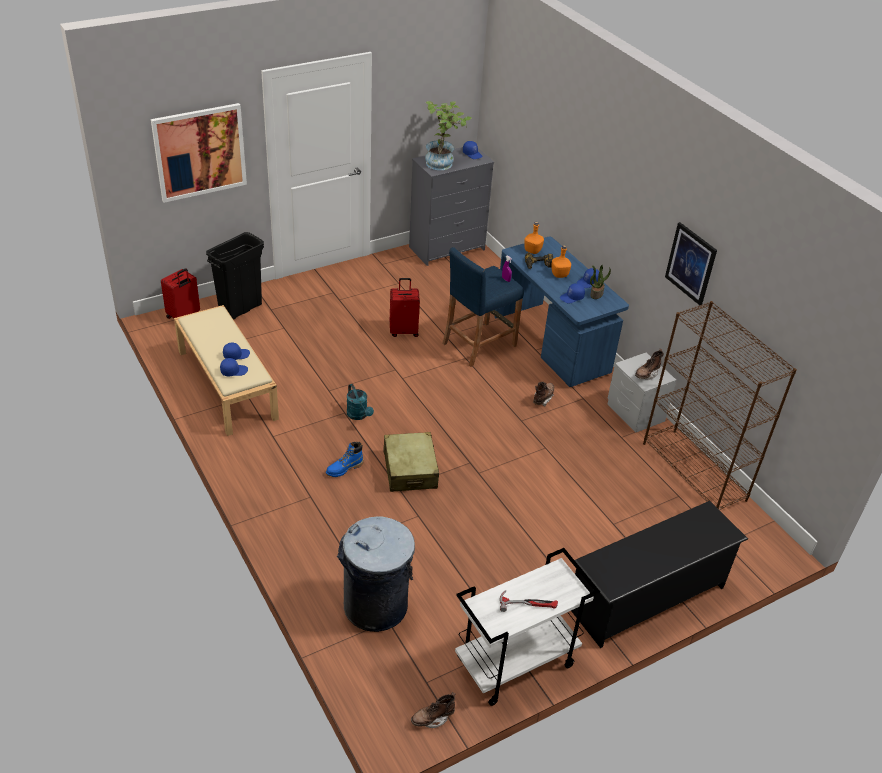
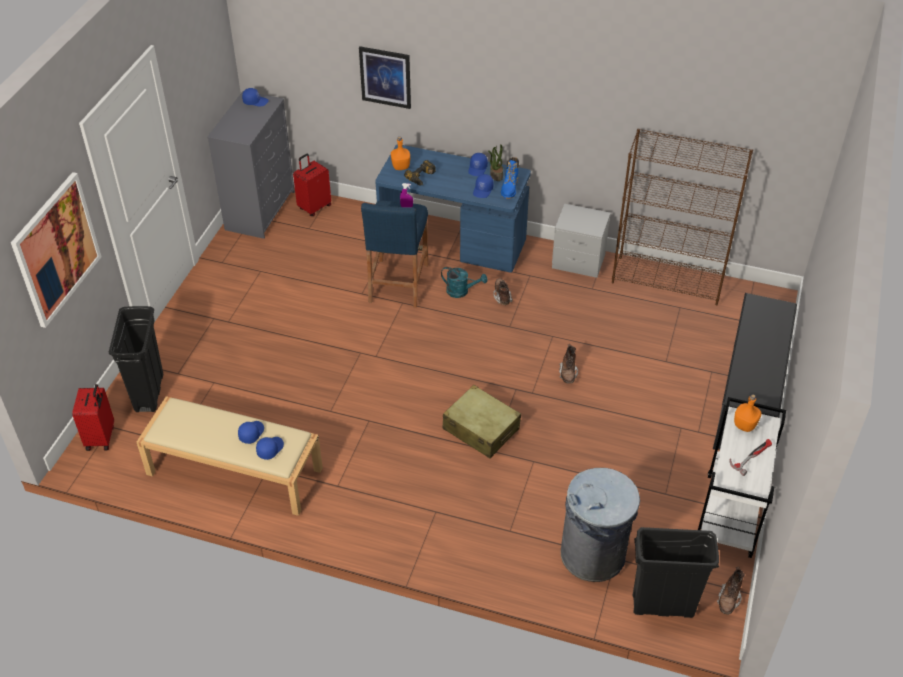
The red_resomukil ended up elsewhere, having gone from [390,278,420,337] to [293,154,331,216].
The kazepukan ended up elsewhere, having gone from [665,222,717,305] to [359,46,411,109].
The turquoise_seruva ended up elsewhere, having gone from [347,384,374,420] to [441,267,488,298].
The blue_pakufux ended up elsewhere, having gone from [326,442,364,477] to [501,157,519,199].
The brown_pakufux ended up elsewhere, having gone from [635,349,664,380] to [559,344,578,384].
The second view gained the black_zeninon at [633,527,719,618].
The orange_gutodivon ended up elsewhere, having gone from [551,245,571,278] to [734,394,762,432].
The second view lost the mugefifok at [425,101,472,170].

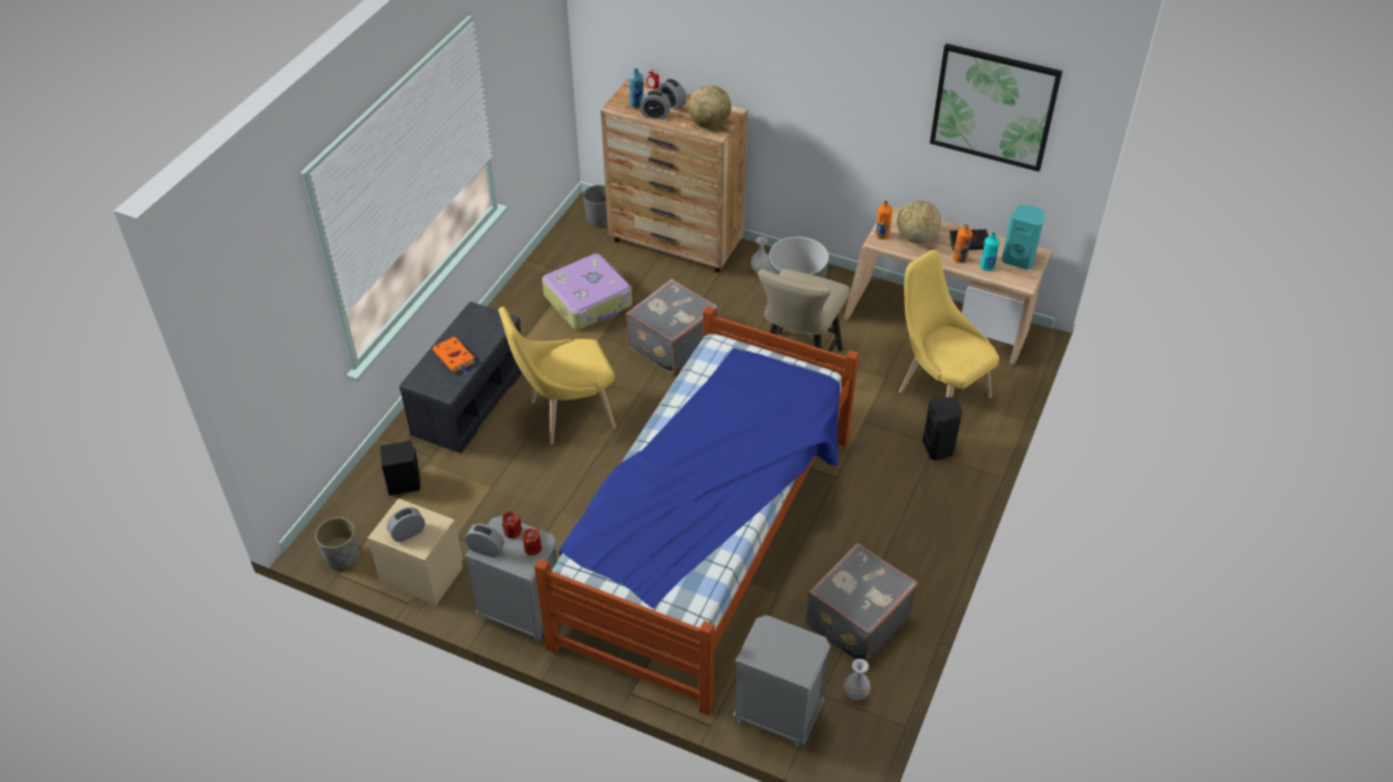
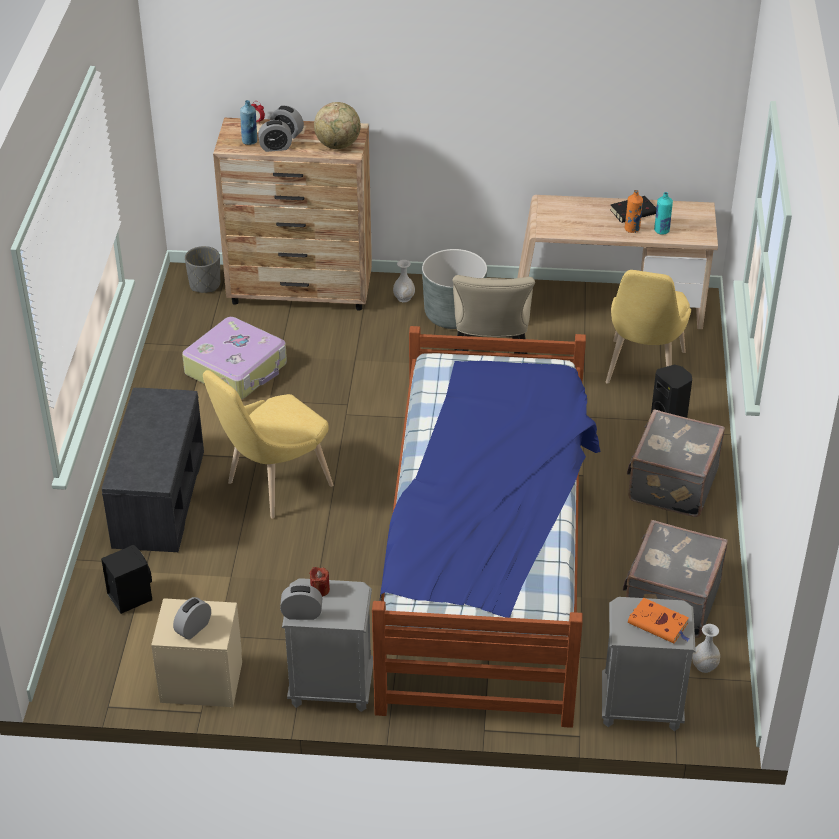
The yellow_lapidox at [899,250,999,398] ended up facing another way, 105 degrees counterclockwise from before.
The grey_resomukil ended up elsewhere, having gone from [626,279,718,374] to [627,410,725,517].
The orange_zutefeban ended up elsewhere, having gone from [433,336,475,374] to [628,598,689,643].
The second view lost the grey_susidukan at [315,517,359,570].
The second view lost the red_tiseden at [522,528,542,555].
The second view lost the orange_gutodivon at [876,201,892,239].
The second view lost the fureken at [897,200,941,243].
The second view lost the kazepukan at [930,44,1062,172].
The second view lost the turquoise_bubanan at [1002,205,1045,270].

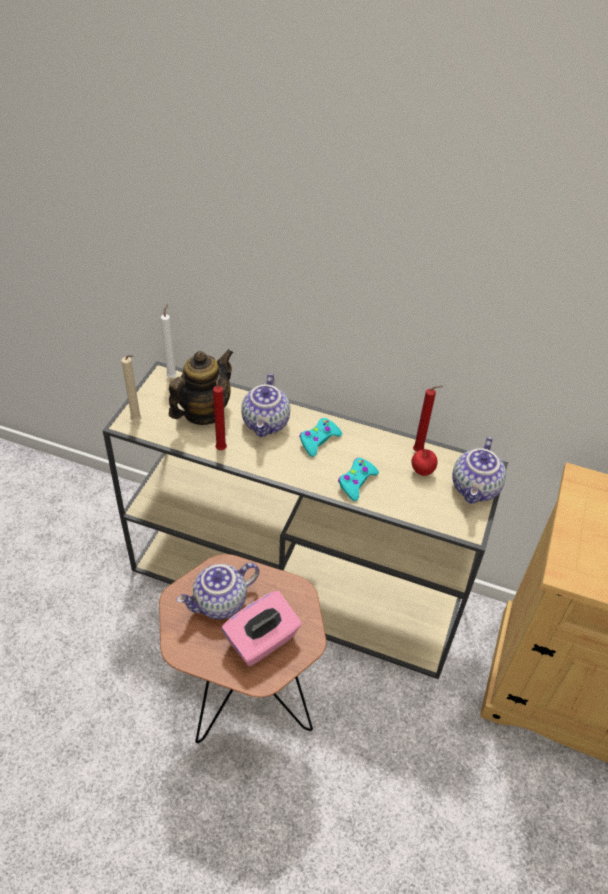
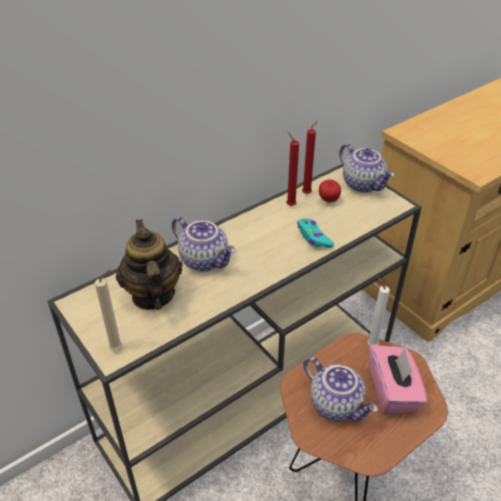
The red_tiseden ended up elsewhere, having gone from [213,374,227,450] to [286,132,299,206].
The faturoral at [177,562,259,619] ended up facing another way, 45 degrees counterclockwise from before.
The white_tiseden ended up elsewhere, having gone from [161,304,177,378] to [367,277,390,346].
The second view lost the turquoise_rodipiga at [299,418,342,457].

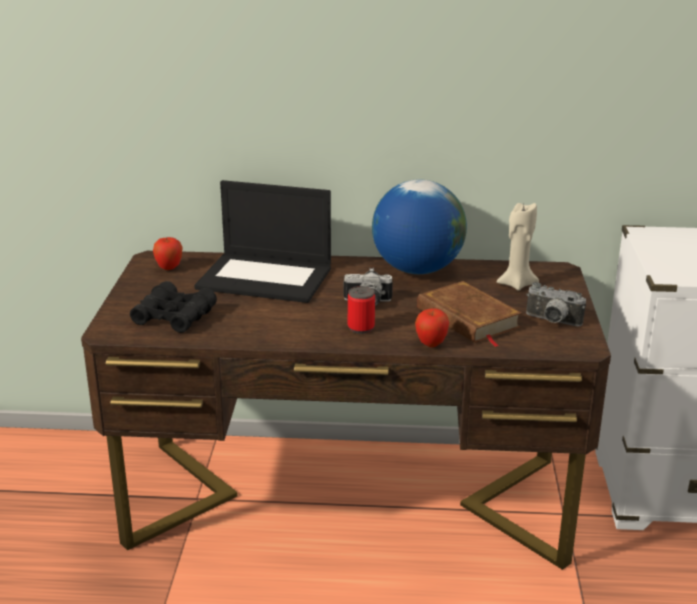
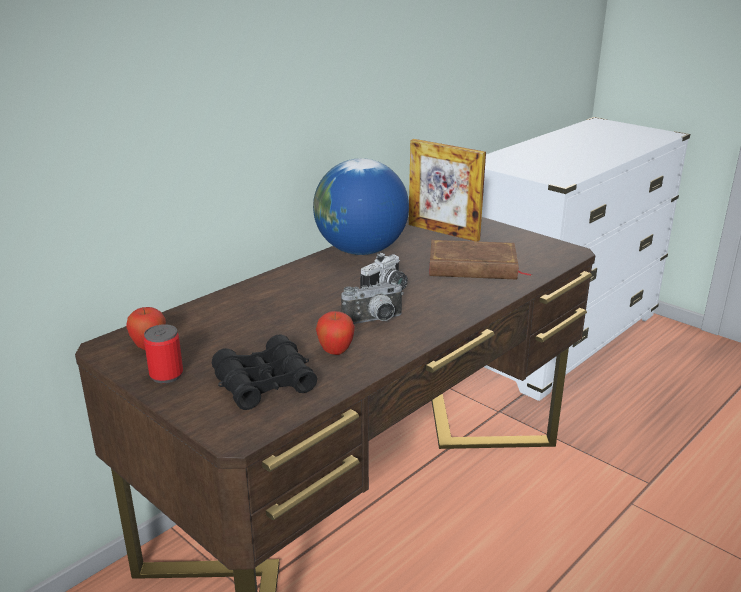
The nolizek ended up elsewhere, having gone from [348,286,375,334] to [144,324,183,383].
The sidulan ended up elsewhere, having gone from [415,308,449,347] to [316,311,355,355].
The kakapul ended up elsewhere, having gone from [526,282,586,326] to [341,281,404,324].
Where the beige_tiseden stood at [496,203,539,291], the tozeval came to stand at [408,139,486,241].
The second view lost the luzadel at [194,180,331,303].

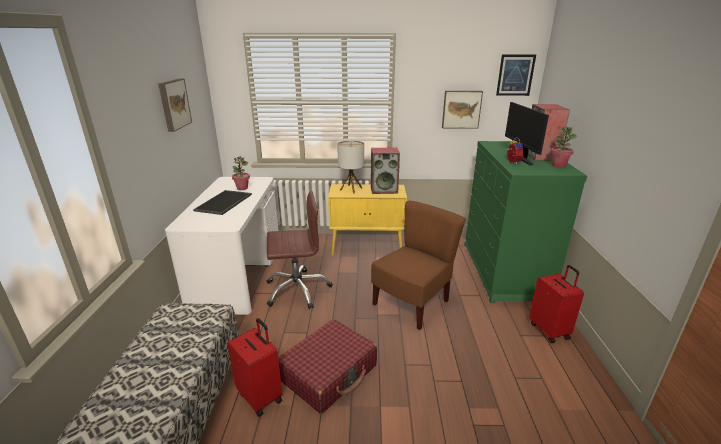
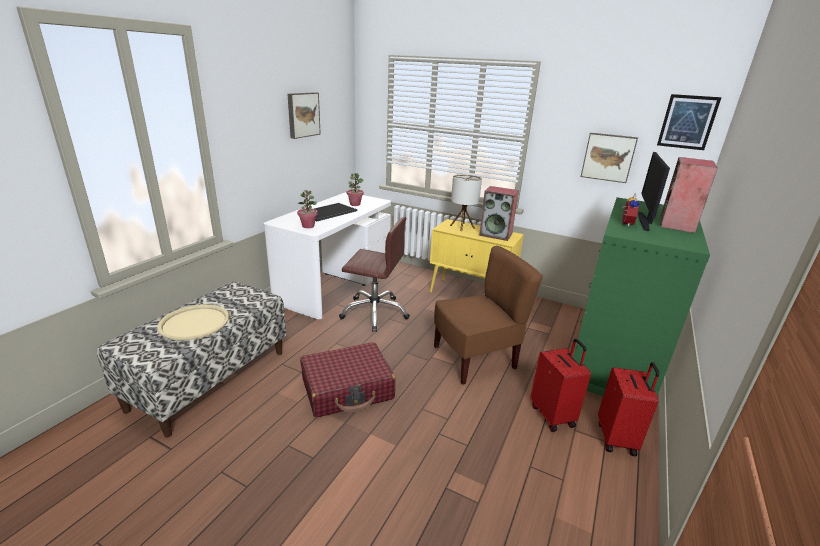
The second view gained the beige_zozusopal at [157,304,229,341].
The mugefifok ended up elsewhere, having gone from [551,127,577,167] to [297,190,318,228].
The red_resomukil ended up elsewhere, having gone from [227,318,282,417] to [530,339,591,432].

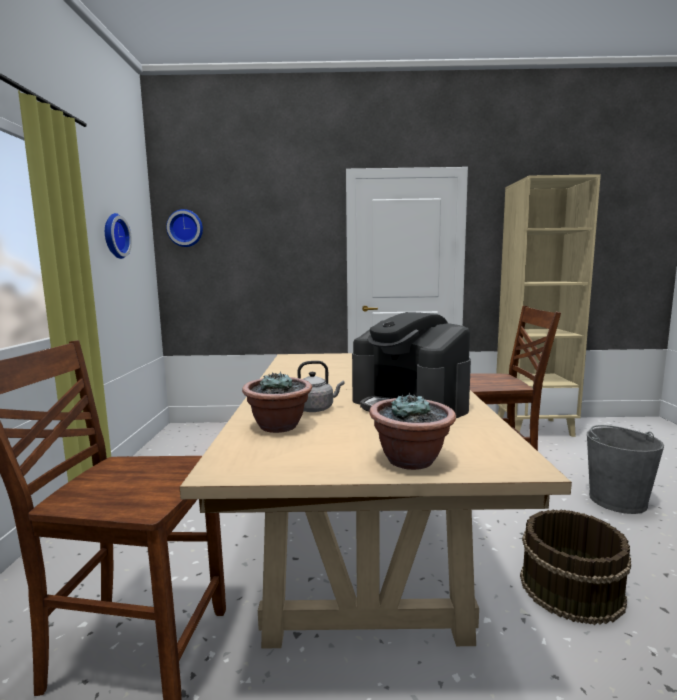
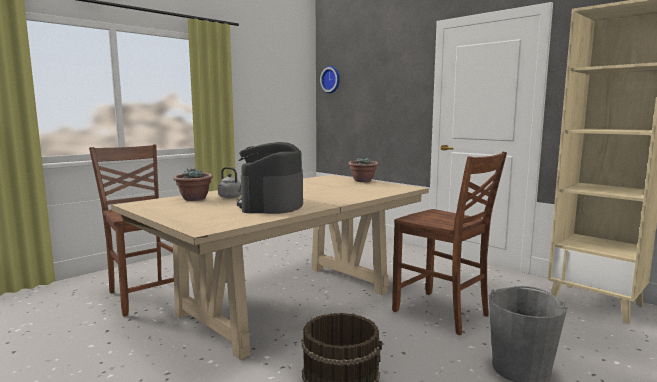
The mugefifok ended up elsewhere, having gone from [369,393,456,470] to [348,157,378,182].
The second view lost the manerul at [105,213,132,259].

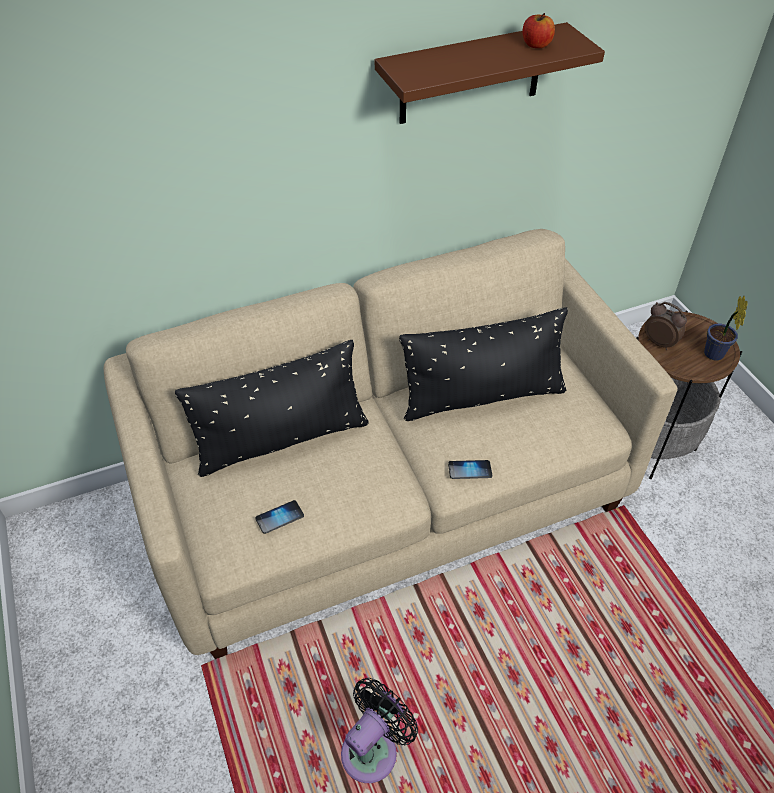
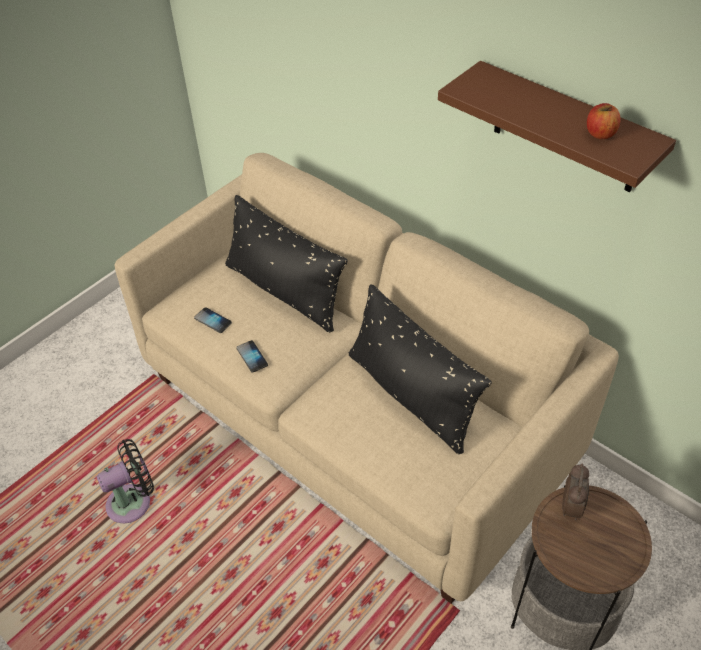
The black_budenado at [341,678,418,783] ended up facing another way, 45 degrees counterclockwise from before.
The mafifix ended up elsewhere, having gone from [448,460,492,479] to [236,340,268,373].
The second view lost the mugefifok at [704,296,748,361].

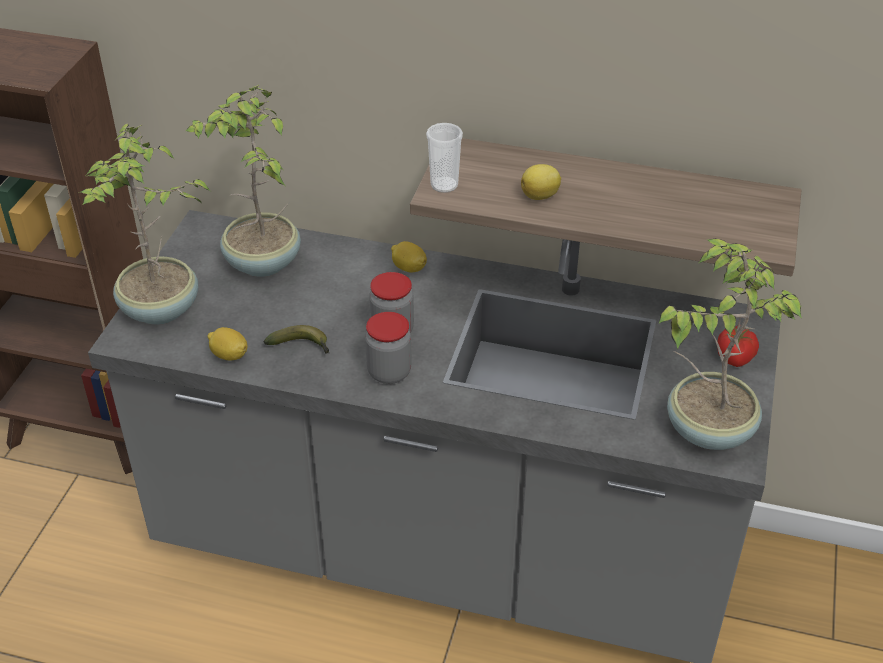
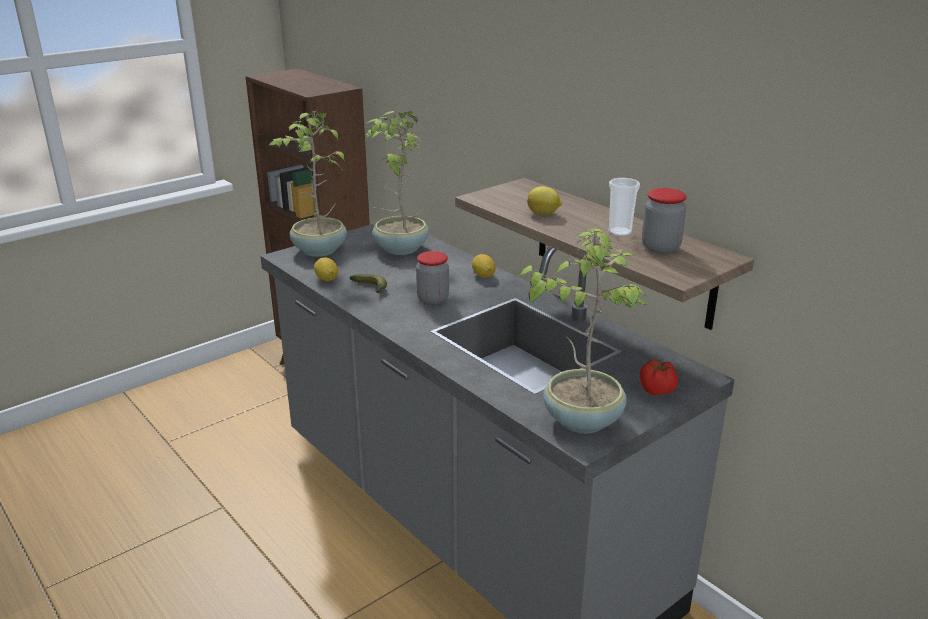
The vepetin ended up elsewhere, having gone from [426,123,463,193] to [609,178,640,237].
The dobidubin ended up elsewhere, having gone from [365,312,412,384] to [642,188,686,253].

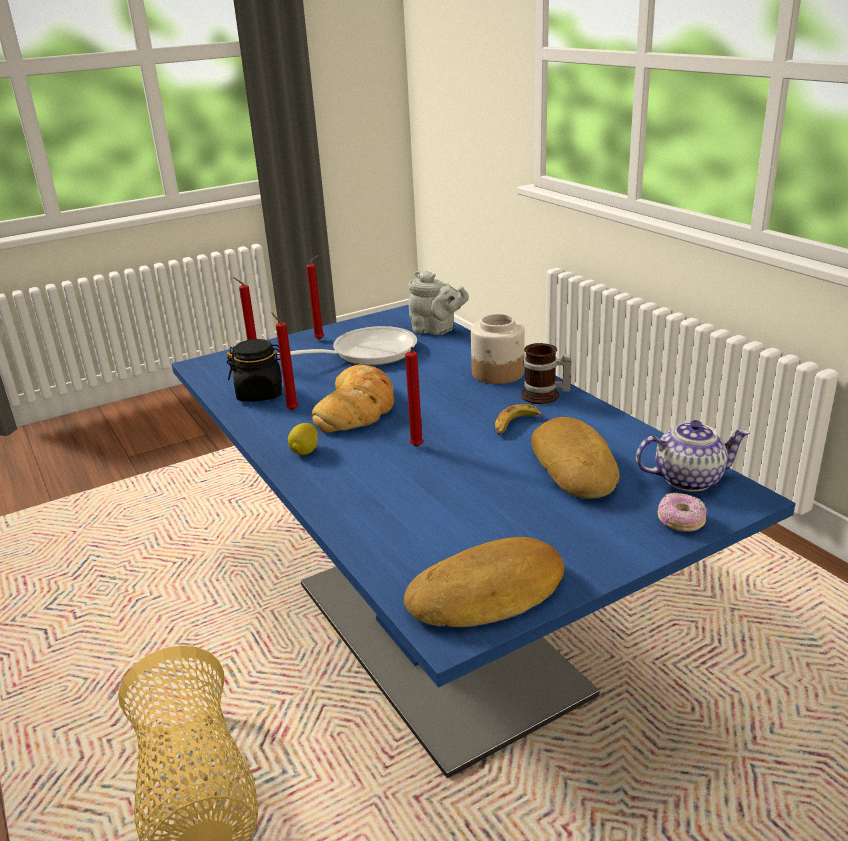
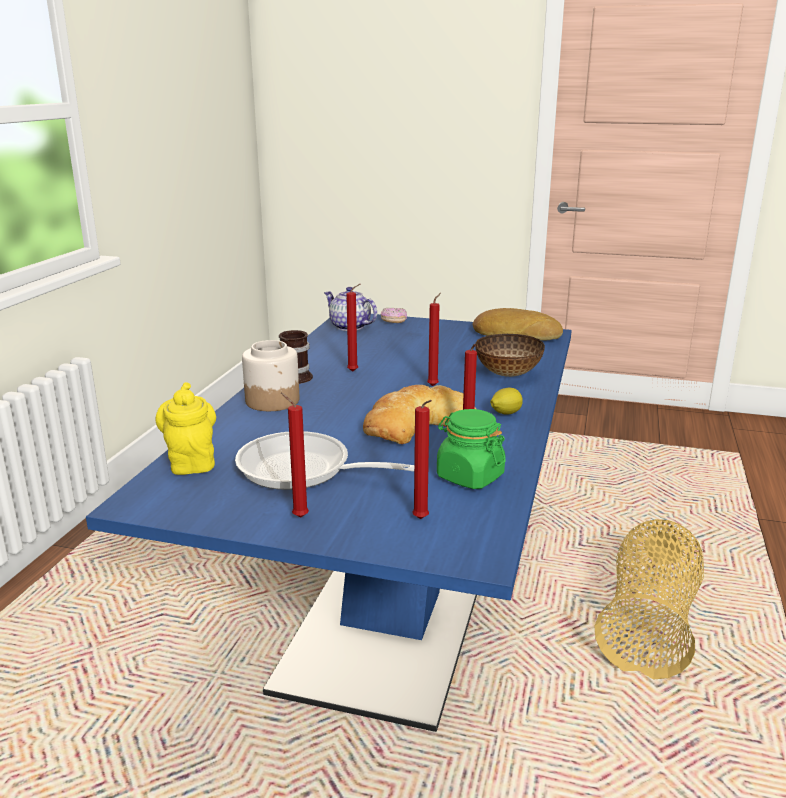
What was the grey_faturoral at [408,271,469,335] turned into the yellow_faturoral at [156,382,216,475].
Where the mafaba stood at [495,404,543,435], the red_tiseden came to stand at [346,284,361,372].
What was the black_dobidubin at [226,339,282,402] turned into the green_dobidubin at [437,409,506,489].
The second view gained the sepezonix at [475,334,545,377].
The second view lost the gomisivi at [531,417,620,499].

